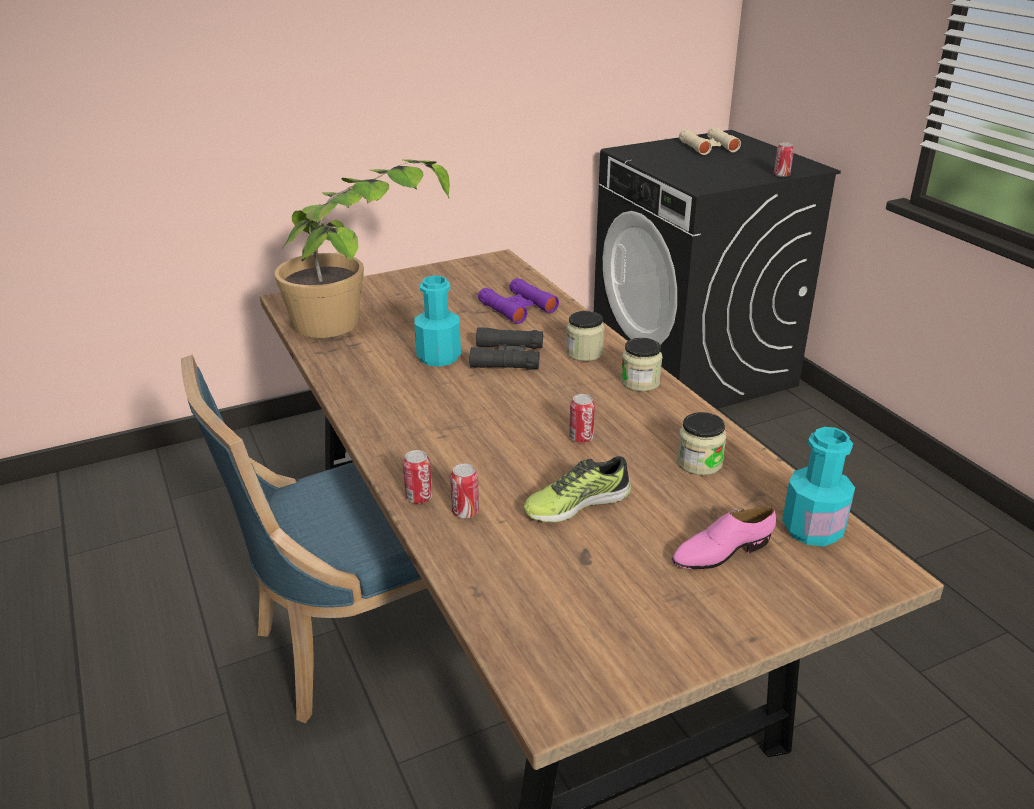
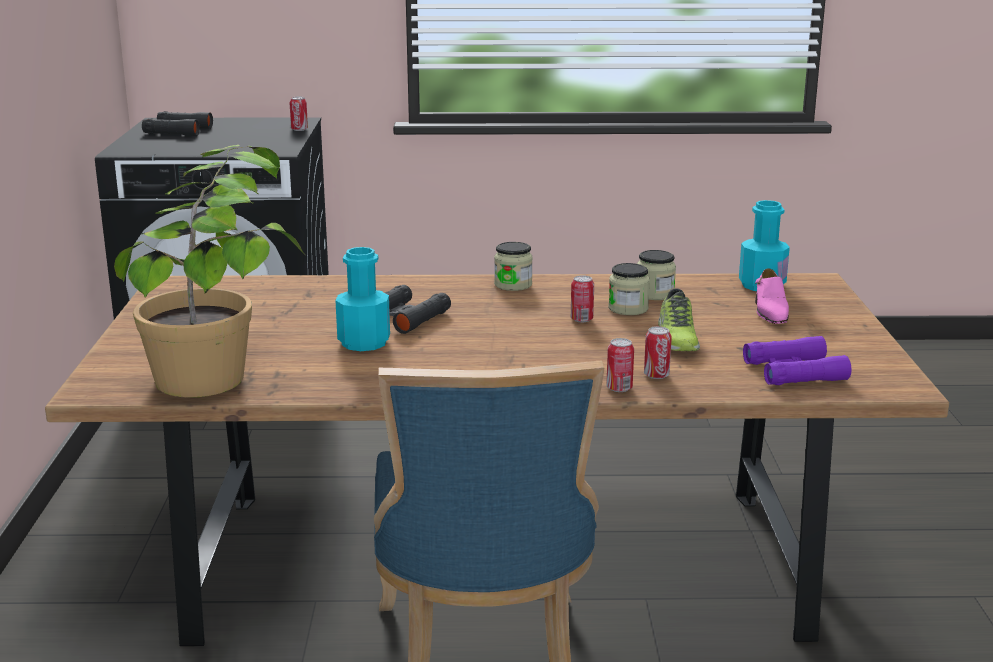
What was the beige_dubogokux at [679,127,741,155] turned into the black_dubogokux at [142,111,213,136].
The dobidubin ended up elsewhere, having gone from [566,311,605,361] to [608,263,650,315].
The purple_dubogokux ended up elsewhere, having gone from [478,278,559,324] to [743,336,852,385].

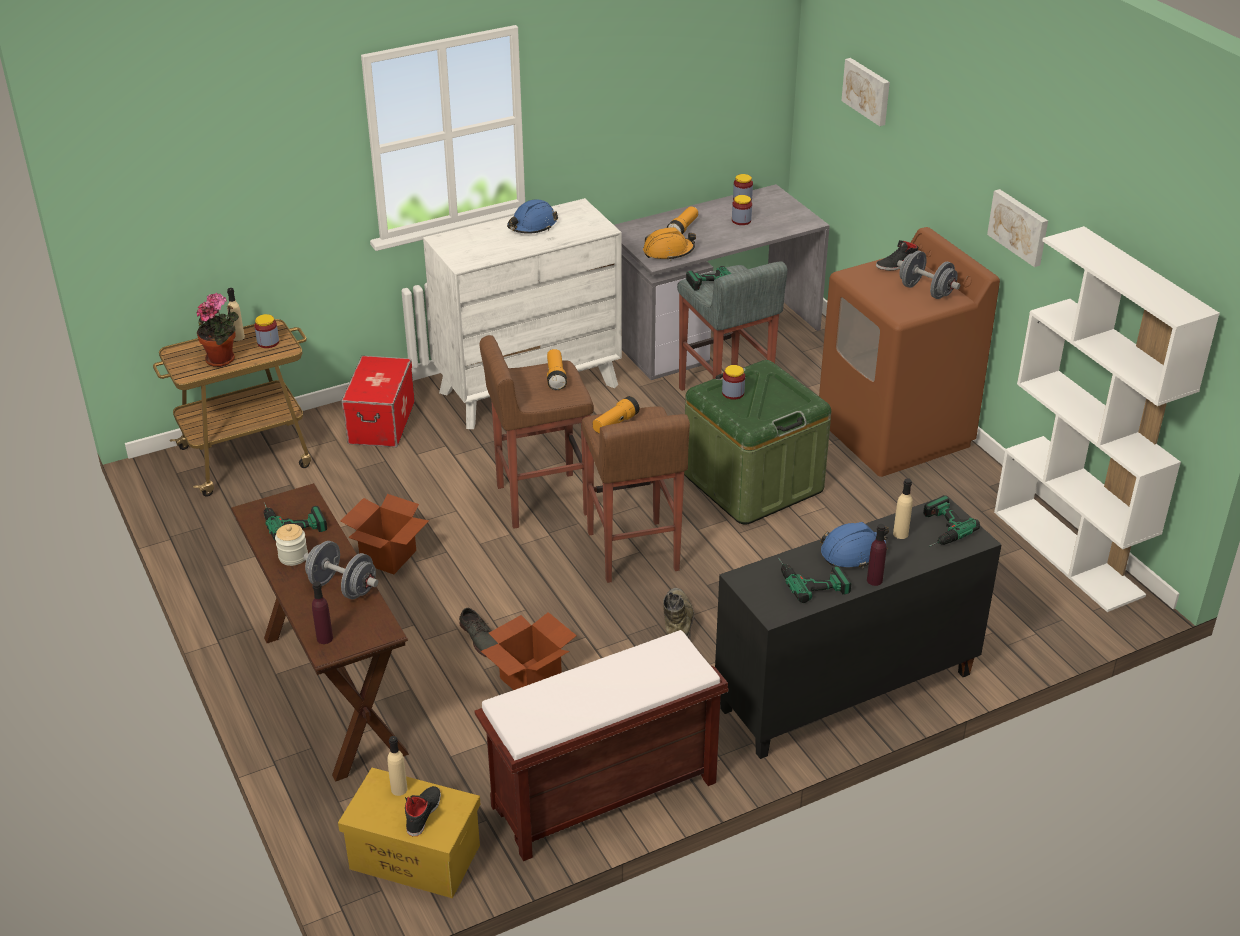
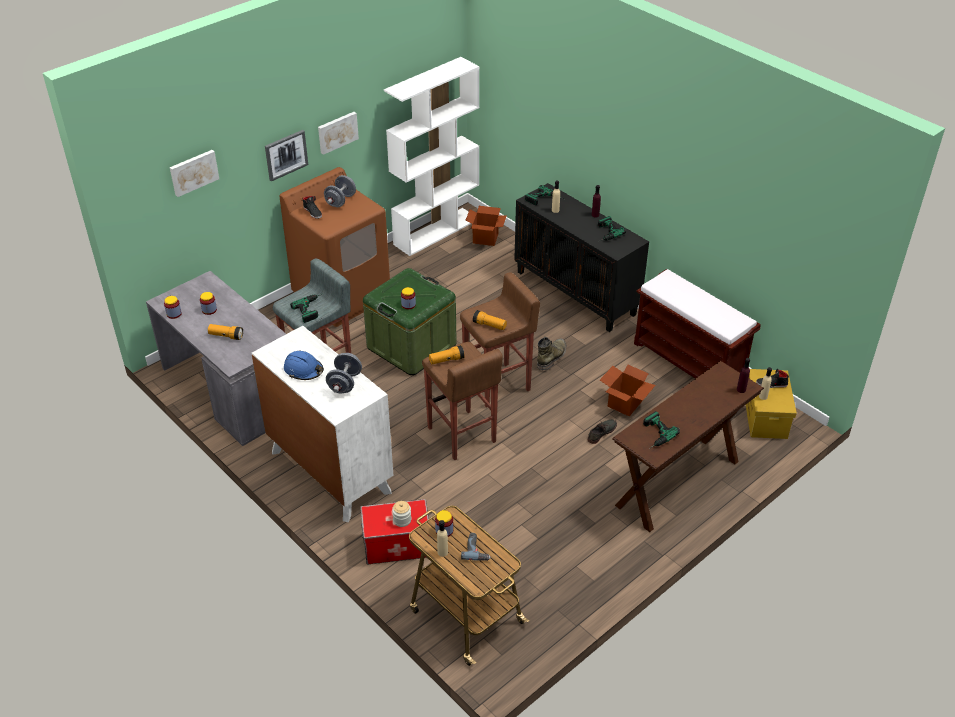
The second view gained the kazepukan at [265,130,308,181].
The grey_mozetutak ended up elsewhere, having gone from [303,541,378,599] to [326,353,362,393].
The dobidubin ended up elsewhere, having gone from [275,524,308,566] to [392,501,411,527].
Where the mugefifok stood at [197,293,239,367], the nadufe came to stand at [461,533,491,561].
The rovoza ended up elsewhere, having gone from [340,494,429,575] to [466,206,507,246].
The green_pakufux at [663,588,694,640] ended up facing another way, 135 degrees clockwise from before.
The second view lost the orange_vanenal at [643,227,696,261].
The second view lost the blue_vanenal at [821,522,889,568].

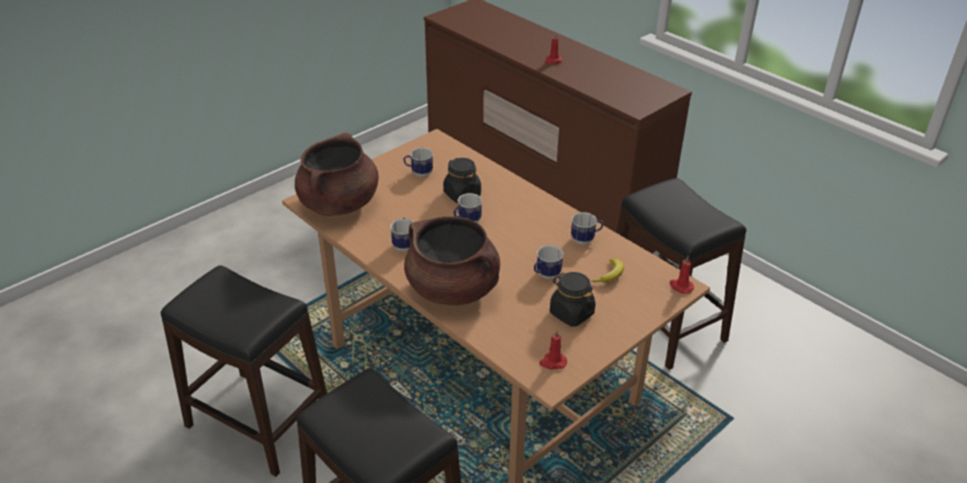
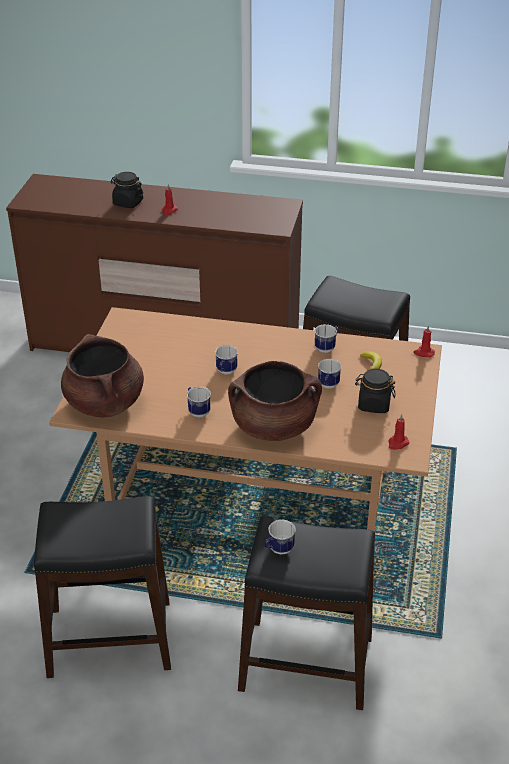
The black_dobidubin ended up elsewhere, having gone from [443,158,481,203] to [110,172,143,208].
The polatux ended up elsewhere, having gone from [404,148,433,177] to [265,520,296,554].

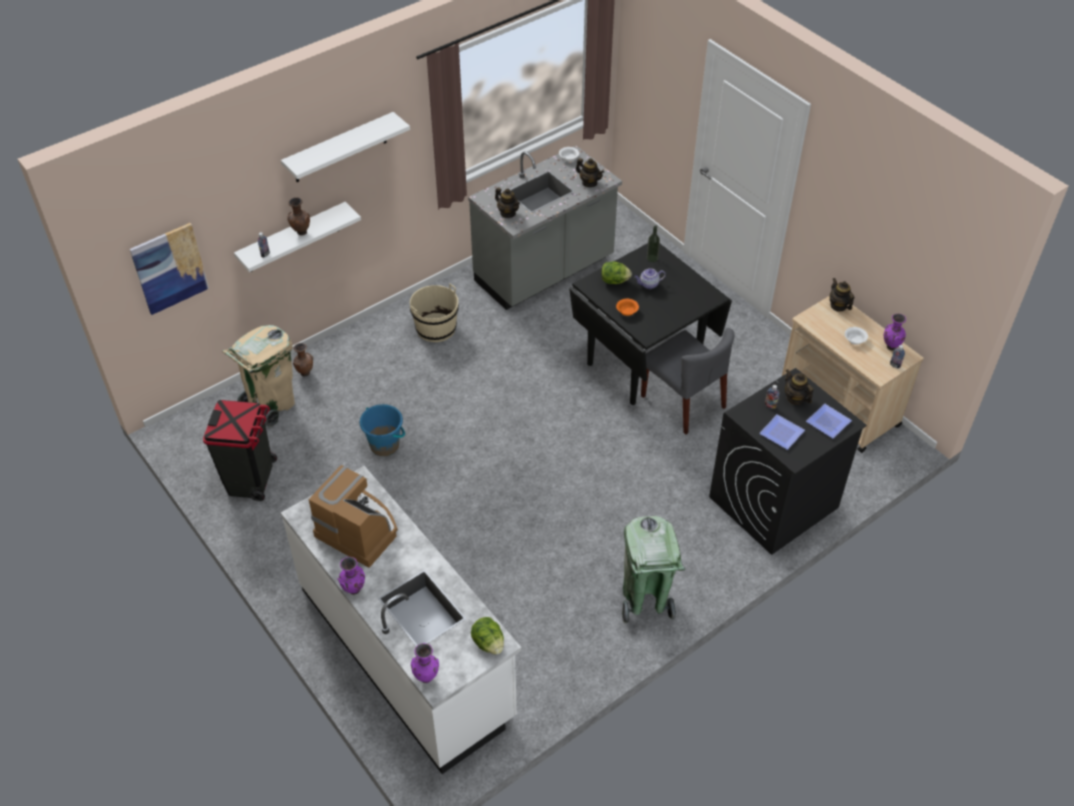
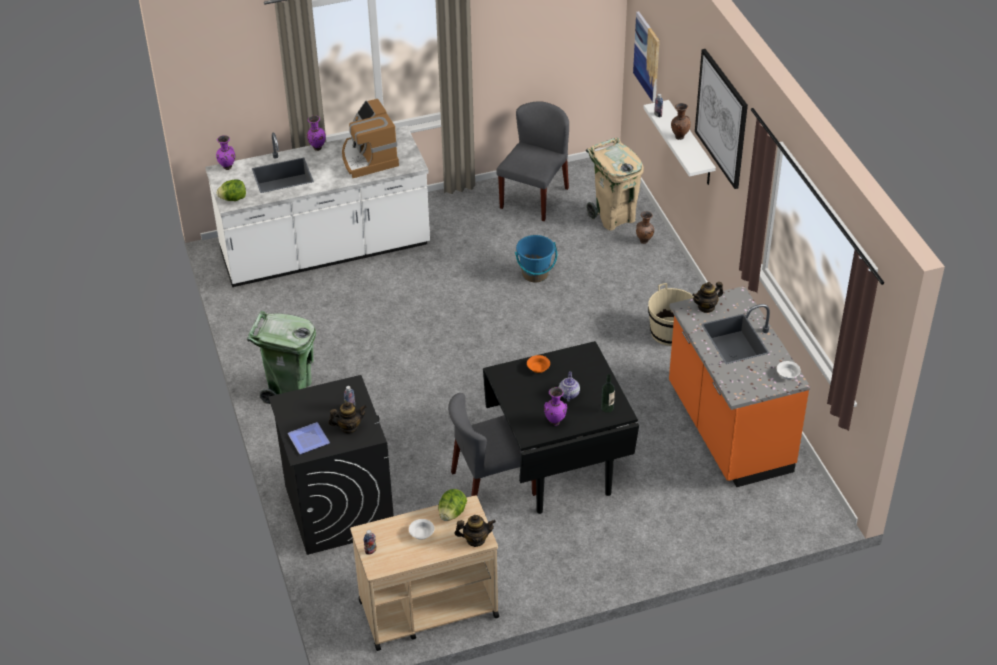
The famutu at [309,465,398,568] ended up facing another way, 105 degrees clockwise from before.
The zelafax ended up elsewhere, having gone from [601,262,632,284] to [438,489,467,521].
Where the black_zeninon stood at [203,400,277,501], the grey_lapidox came to stand at [496,101,569,221].
The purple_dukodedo ended up elsewhere, having gone from [884,314,906,351] to [544,387,567,426].
What was the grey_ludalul at [468,146,622,310] turned into the orange_ludalul at [669,286,810,487].
Where the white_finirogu hung at [281,112,410,182], the kazepukan came to hang at [695,49,748,189].
The second view lost the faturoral at [576,158,604,187].
The second view lost the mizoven at [759,414,805,450].

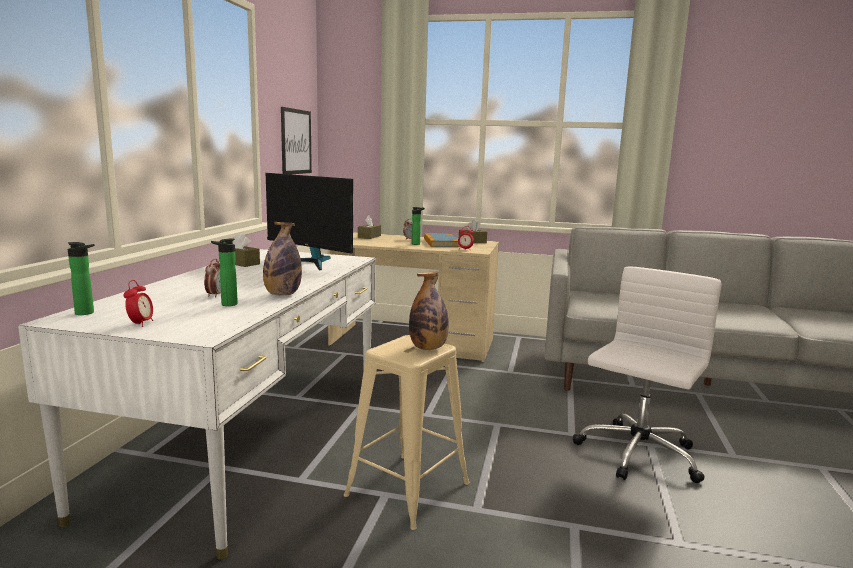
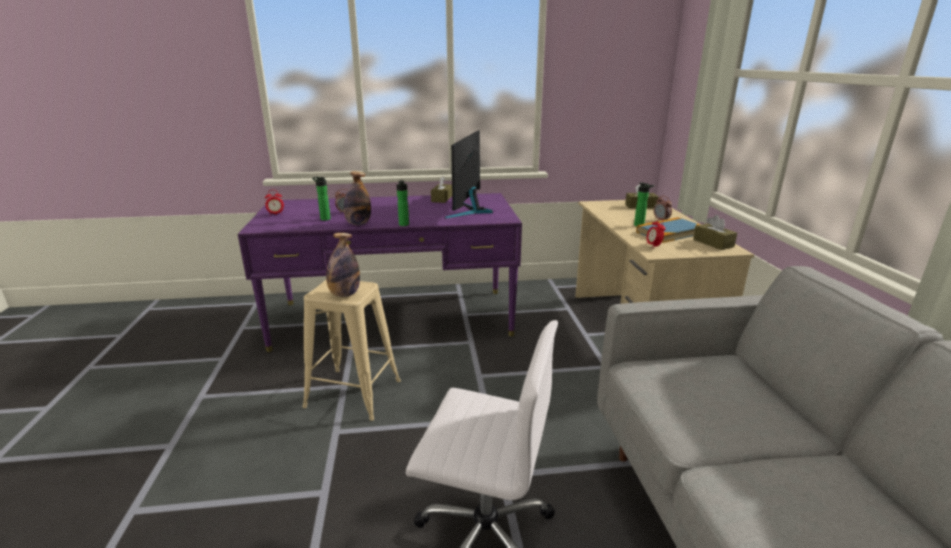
What was the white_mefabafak at [18,249,376,560] turned into the purple_mefabafak at [238,193,522,352].
The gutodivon ended up elsewhere, having gone from [68,242,95,315] to [397,180,409,226].
The second view lost the kazepukan at [281,107,312,174].

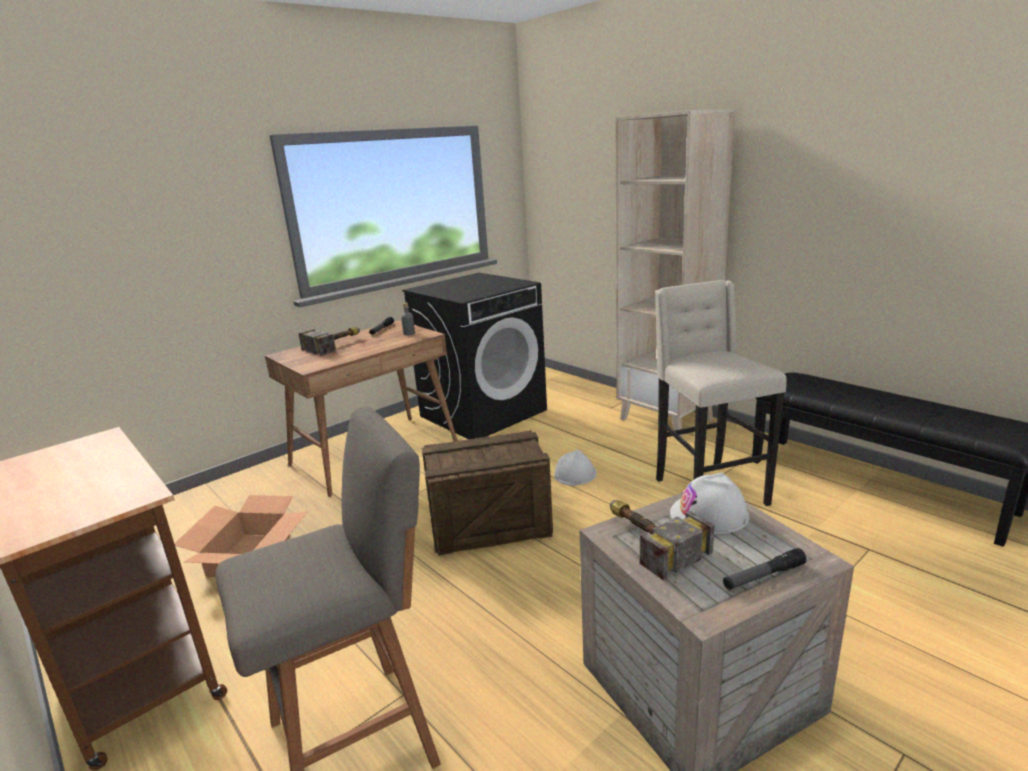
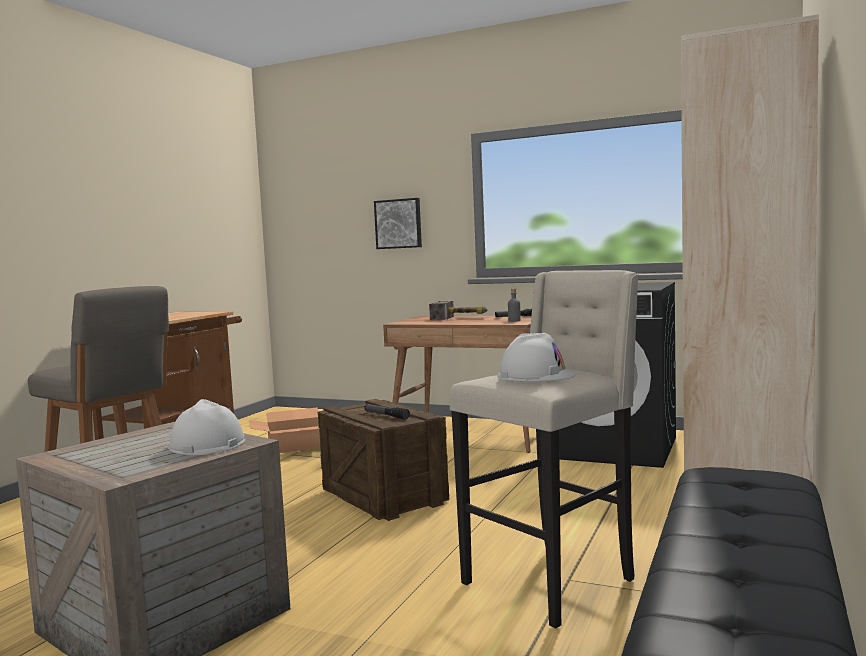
The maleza ended up elsewhere, having gone from [723,548,807,590] to [364,404,410,420].
The second view gained the kazepukan at [374,198,422,249].
The white_vanenal ended up elsewhere, having gone from [554,450,597,486] to [497,333,575,382].
The second view lost the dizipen at [610,500,715,580].

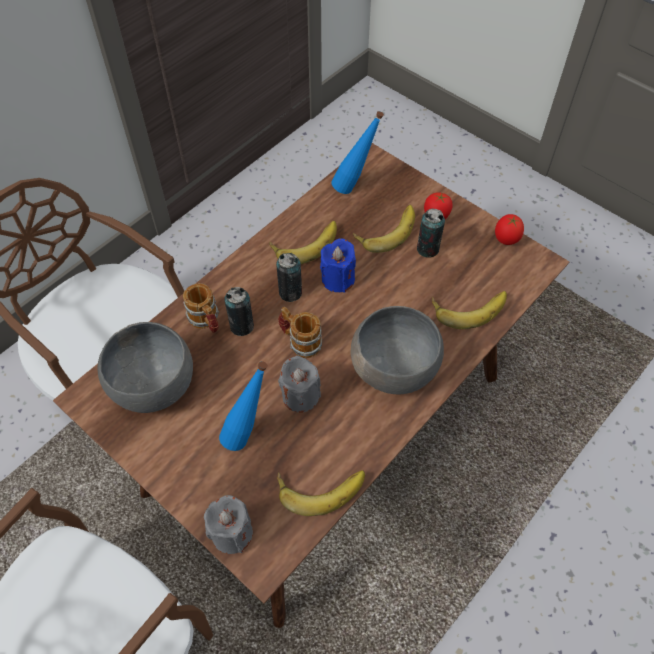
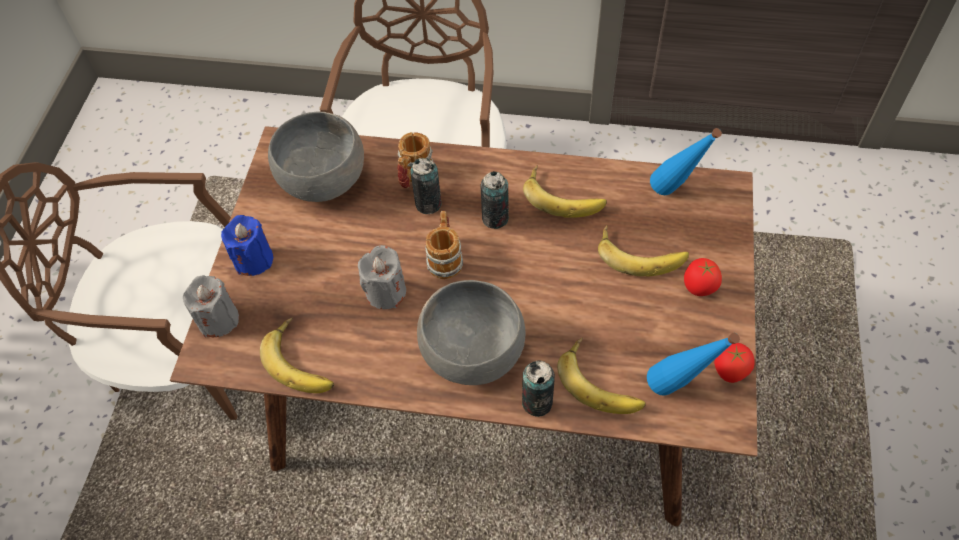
The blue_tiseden ended up elsewhere, having gone from [320,239,356,293] to [221,215,273,276].
The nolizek ended up elsewhere, having gone from [417,208,445,258] to [522,360,555,417].
The blue_gutodivon ended up elsewhere, having gone from [219,361,268,451] to [647,333,740,396].

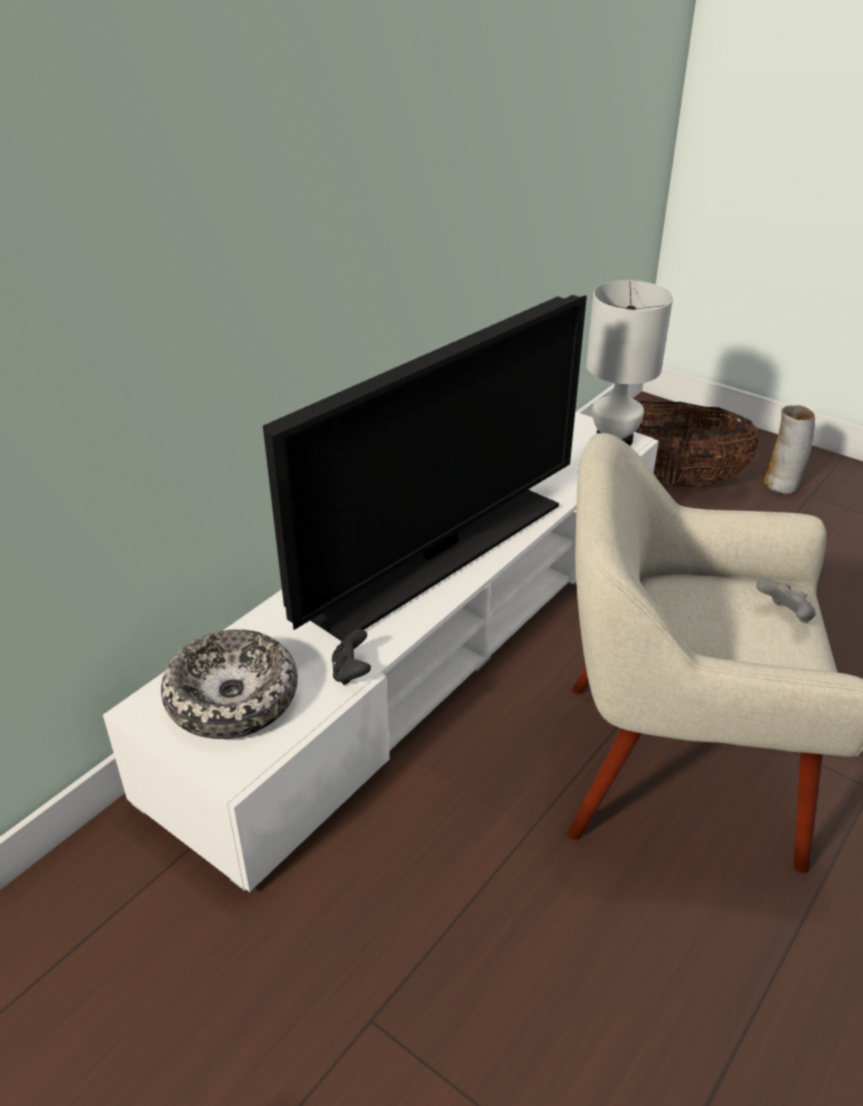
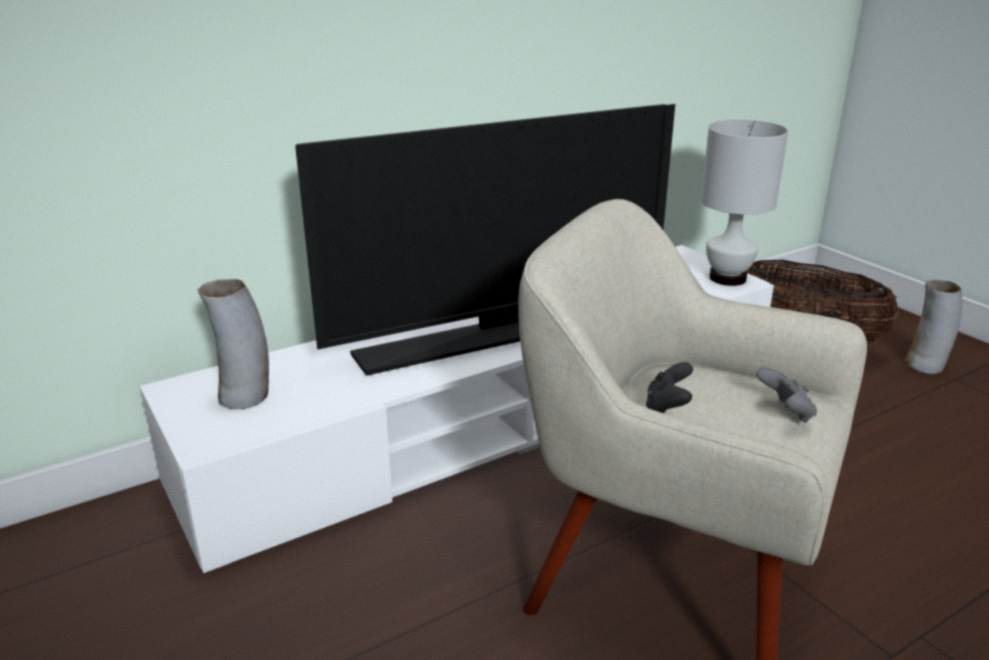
Where the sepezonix stood at [161,629,298,739], the dukodedo came to stand at [198,279,269,409].
The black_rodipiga ended up elsewhere, having gone from [332,629,371,685] to [646,362,693,413].

